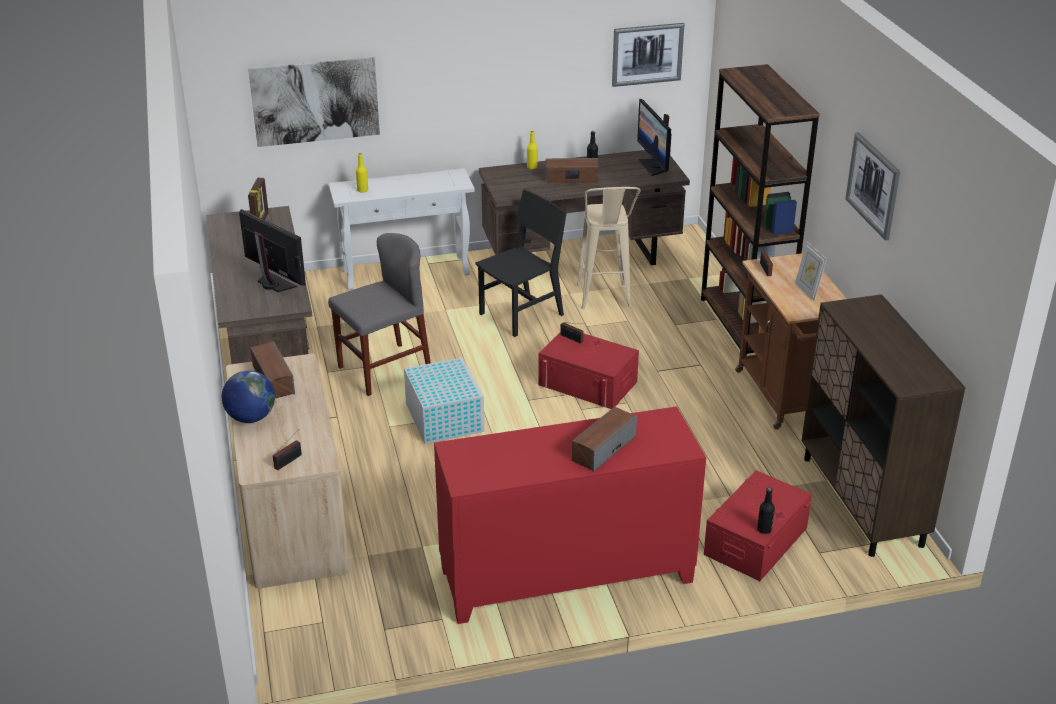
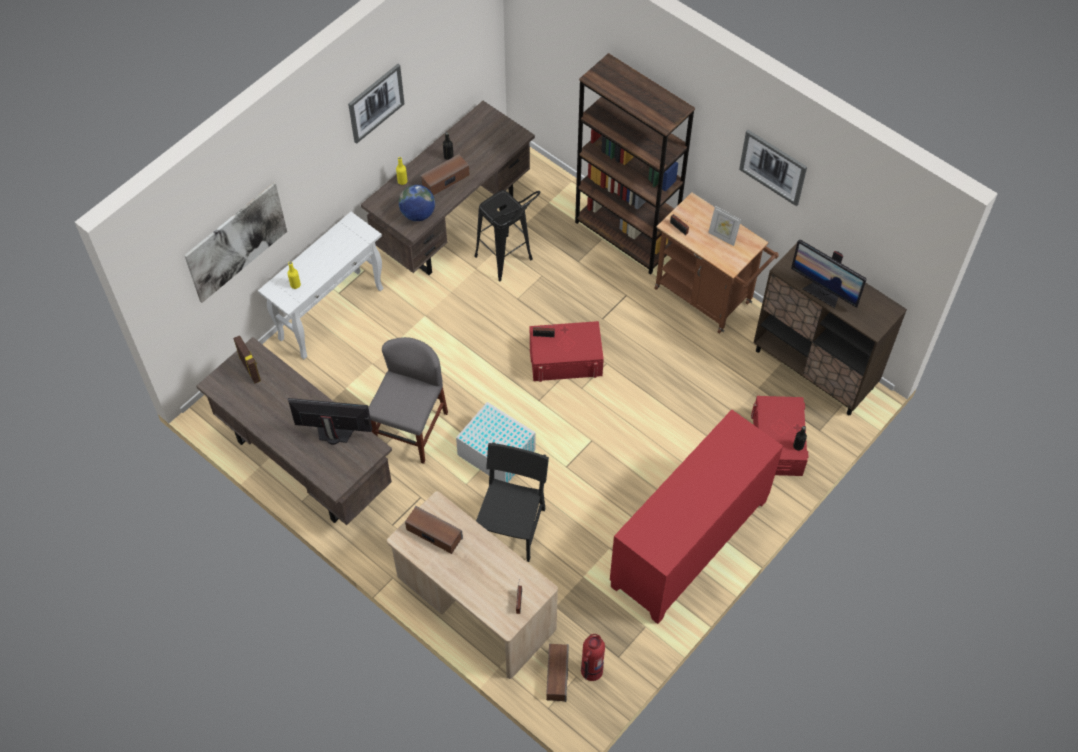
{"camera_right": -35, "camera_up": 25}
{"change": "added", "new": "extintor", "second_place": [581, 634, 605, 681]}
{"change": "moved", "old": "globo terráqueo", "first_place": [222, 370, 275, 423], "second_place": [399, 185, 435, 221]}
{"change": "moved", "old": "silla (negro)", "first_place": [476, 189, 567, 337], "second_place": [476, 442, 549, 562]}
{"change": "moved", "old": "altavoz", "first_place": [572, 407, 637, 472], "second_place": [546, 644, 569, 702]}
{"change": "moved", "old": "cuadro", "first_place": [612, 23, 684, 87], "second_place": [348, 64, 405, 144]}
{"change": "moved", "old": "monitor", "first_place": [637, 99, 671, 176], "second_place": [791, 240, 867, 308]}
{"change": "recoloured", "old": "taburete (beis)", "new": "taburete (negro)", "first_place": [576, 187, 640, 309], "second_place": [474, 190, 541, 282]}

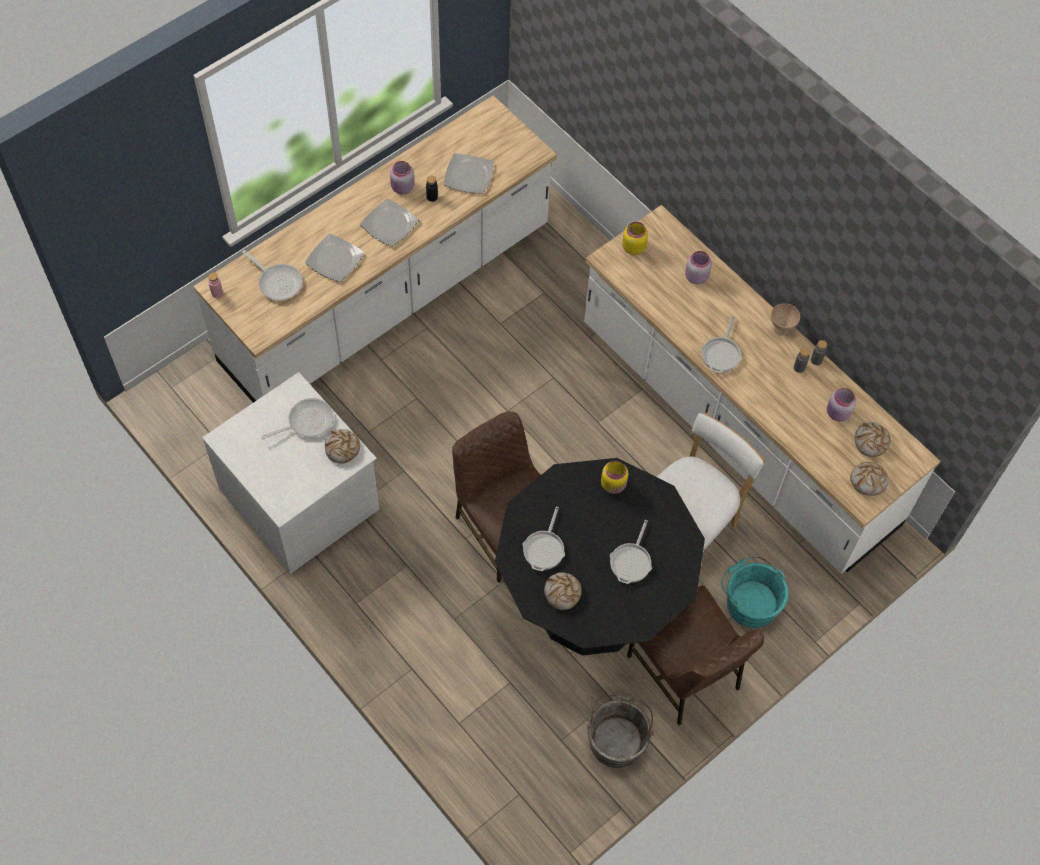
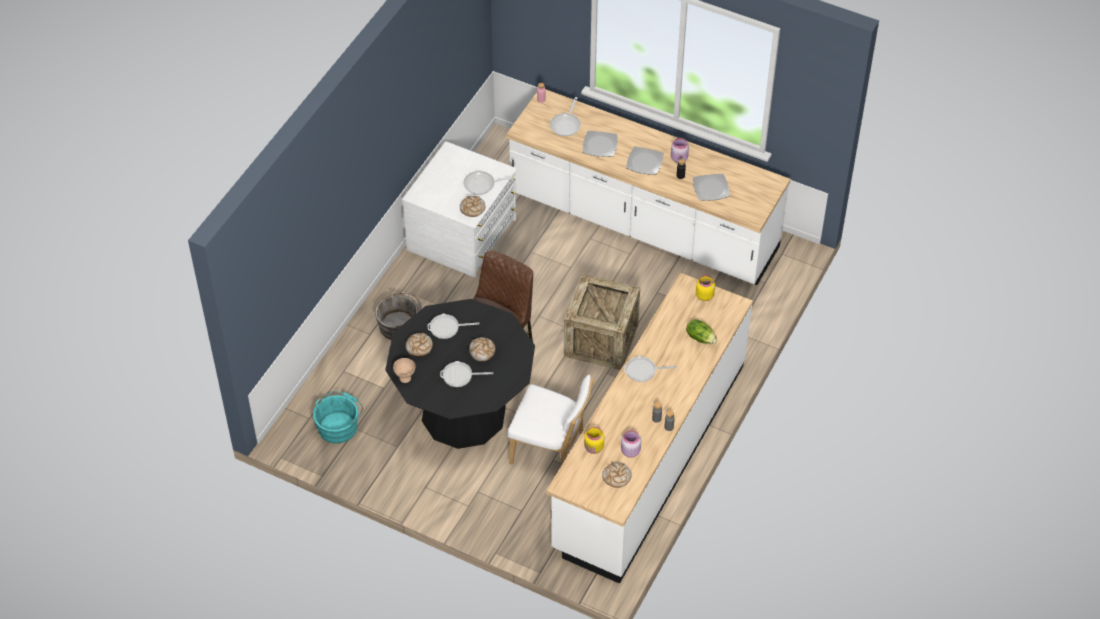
{"camera_right": 70, "camera_up": -10}
{"change": "removed", "old": "silla (marrón)", "first_place": [627, 585, 764, 726]}
{"change": "added", "new": "caja de embalaje", "second_place": [564, 274, 640, 370]}
{"change": "moved", "old": "cubo (gris)", "first_place": [587, 693, 654, 768], "second_place": [375, 292, 422, 340]}
{"change": "moved", "old": "tarro (amarillo)", "first_place": [601, 461, 628, 494], "second_place": [584, 427, 604, 454]}
{"change": "moved", "old": "cubo (turquesa)", "first_place": [721, 557, 789, 628], "second_place": [313, 391, 363, 444]}
{"change": "moved", "old": "cuenco (beis)", "first_place": [771, 303, 800, 335], "second_place": [393, 358, 415, 383]}
{"change": "moved", "old": "pan", "first_place": [850, 462, 889, 496], "second_place": [469, 337, 495, 361]}
{"change": "replaced", "old": "tarro (rosa)", "new": "lechuga", "first_place": [685, 251, 712, 284], "second_place": [686, 319, 717, 344]}
{"change": "turned", "old": "sartén", "first_place": [261, 398, 334, 439], "second_place": [463, 171, 516, 195], "degrees": 135}

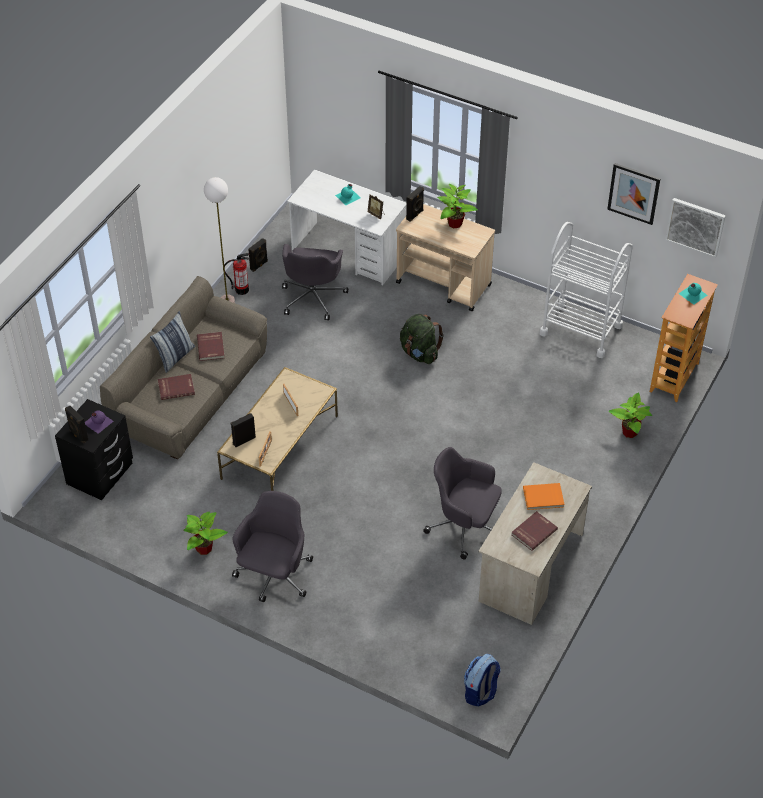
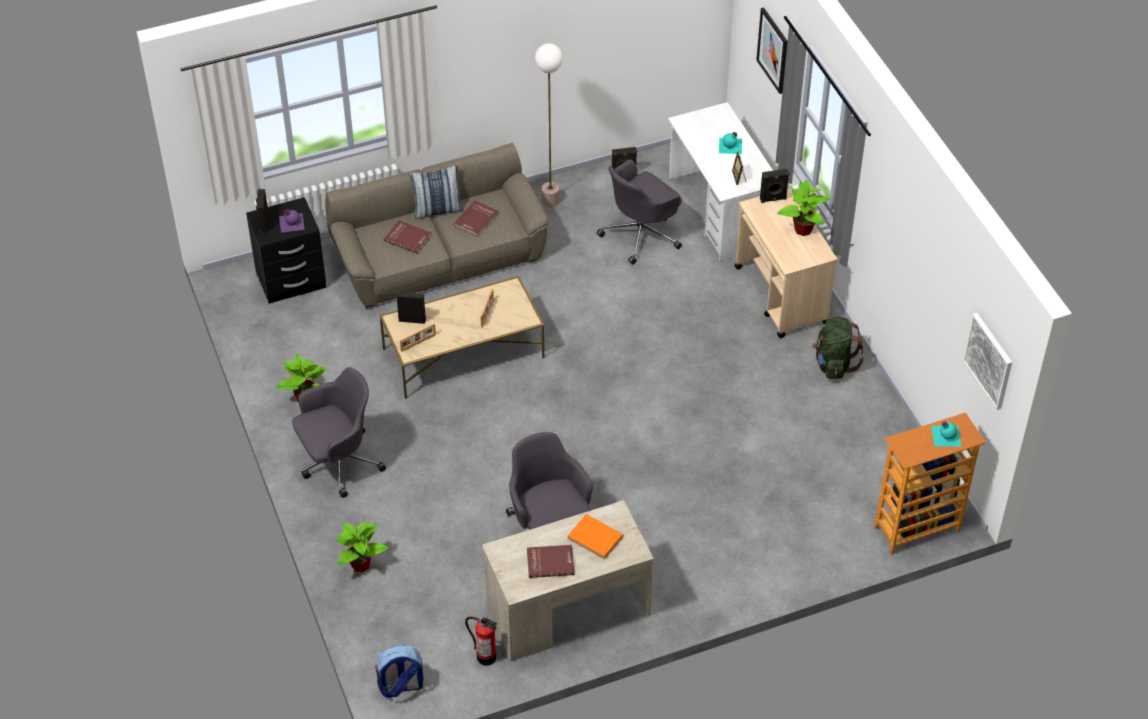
{"camera_right": 40, "camera_up": 0}
{"change": "removed", "old": "carrito (blanco)", "first_place": [540, 222, 633, 358]}
{"change": "moved", "old": "extintor", "first_place": [224, 253, 249, 295], "second_place": [465, 616, 498, 666]}
{"change": "moved", "old": "mochila (verde)", "first_place": [400, 314, 444, 364], "second_place": [812, 317, 864, 379]}
{"change": "moved", "old": "cuadro", "first_place": [607, 163, 661, 225], "second_place": [756, 7, 788, 94]}
{"change": "moved", "old": "planta en maceta", "first_place": [609, 393, 652, 438], "second_place": [336, 522, 389, 572]}

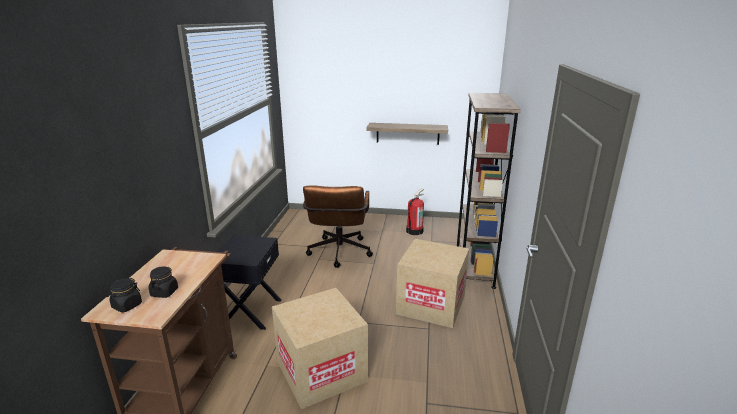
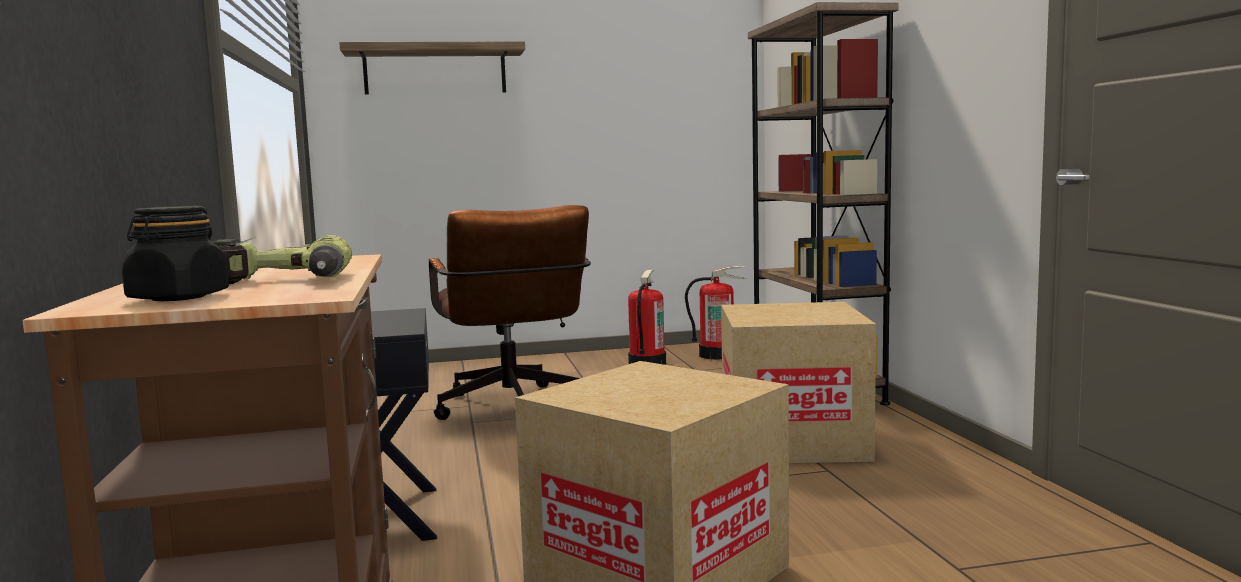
{"camera_right": -20, "camera_up": -15}
{"change": "added", "new": "extintor", "second_place": [685, 266, 749, 359]}
{"change": "moved", "old": "estante", "first_place": [366, 123, 448, 145], "second_place": [339, 42, 525, 95]}
{"change": "replaced", "old": "tarro (negro)", "new": "taladro", "first_place": [149, 266, 178, 298], "second_place": [213, 235, 352, 284]}

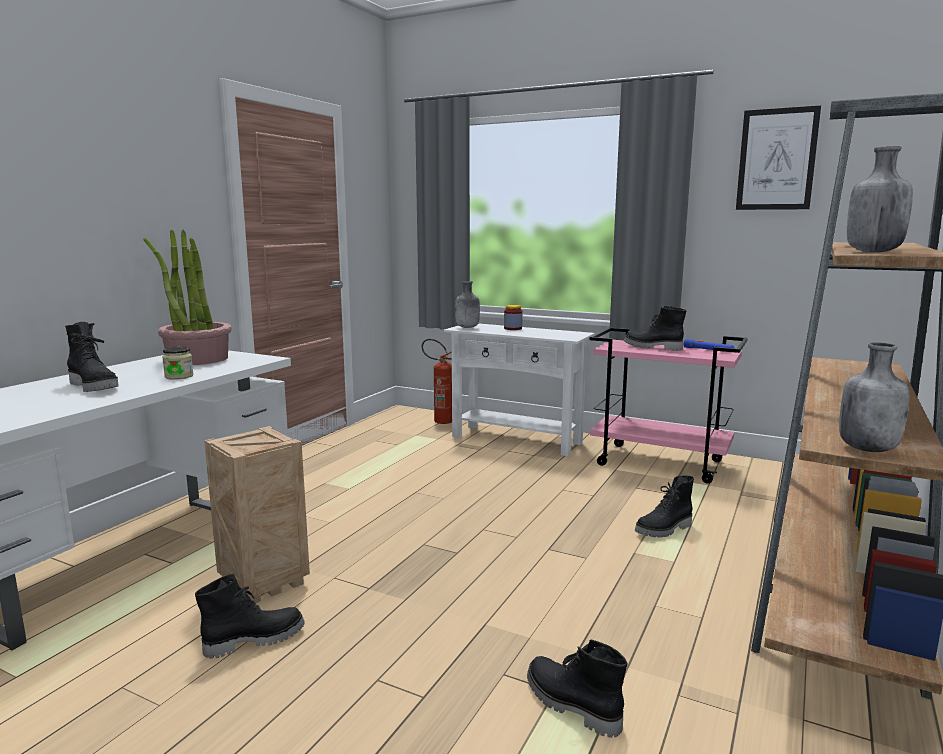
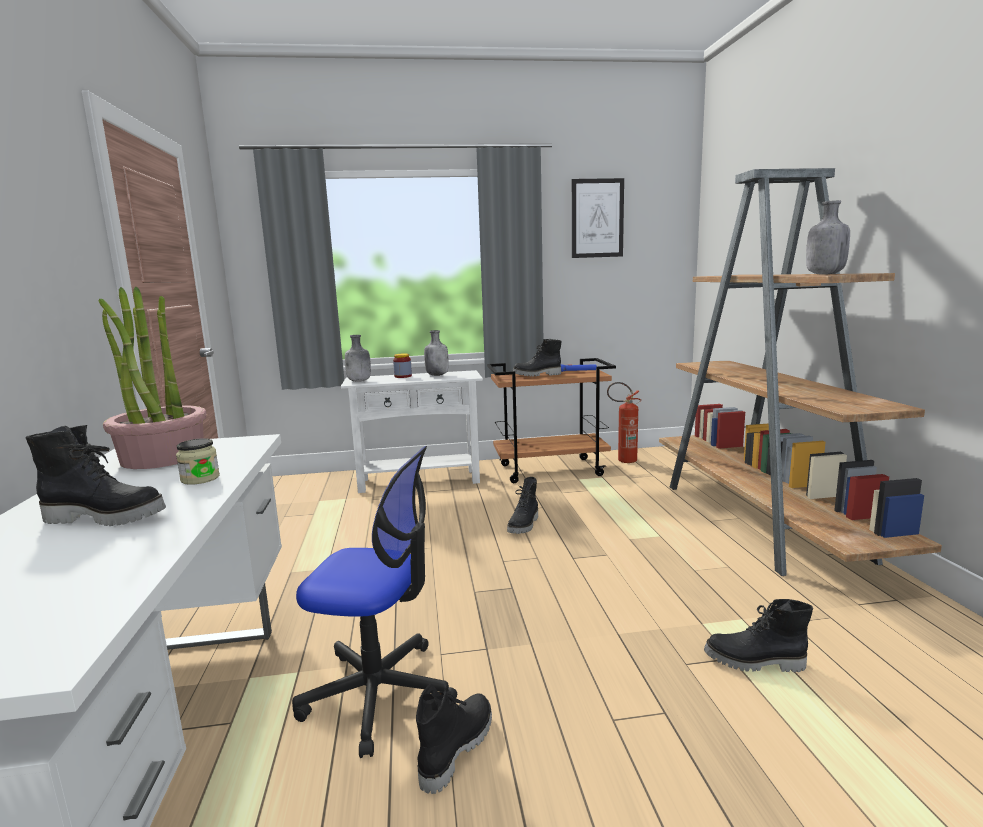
{"camera_right": -35, "camera_up": 0}
{"change": "moved", "old": "extintor", "first_place": [422, 339, 452, 424], "second_place": [607, 382, 641, 463]}
{"change": "moved", "old": "bota (negro)", "first_place": [635, 475, 694, 538], "second_place": [507, 477, 538, 534]}
{"change": "moved", "old": "botella (gris)", "first_place": [839, 342, 910, 452], "second_place": [424, 330, 449, 376]}
{"change": "replaced", "old": "caja de embalaje", "new": "silla de oficina", "first_place": [204, 426, 310, 603], "second_place": [292, 446, 457, 758]}
{"change": "recoloured", "old": "carrito (rosa)", "new": "carrito (marrón)", "first_place": [589, 328, 748, 484], "second_place": [487, 358, 616, 483]}

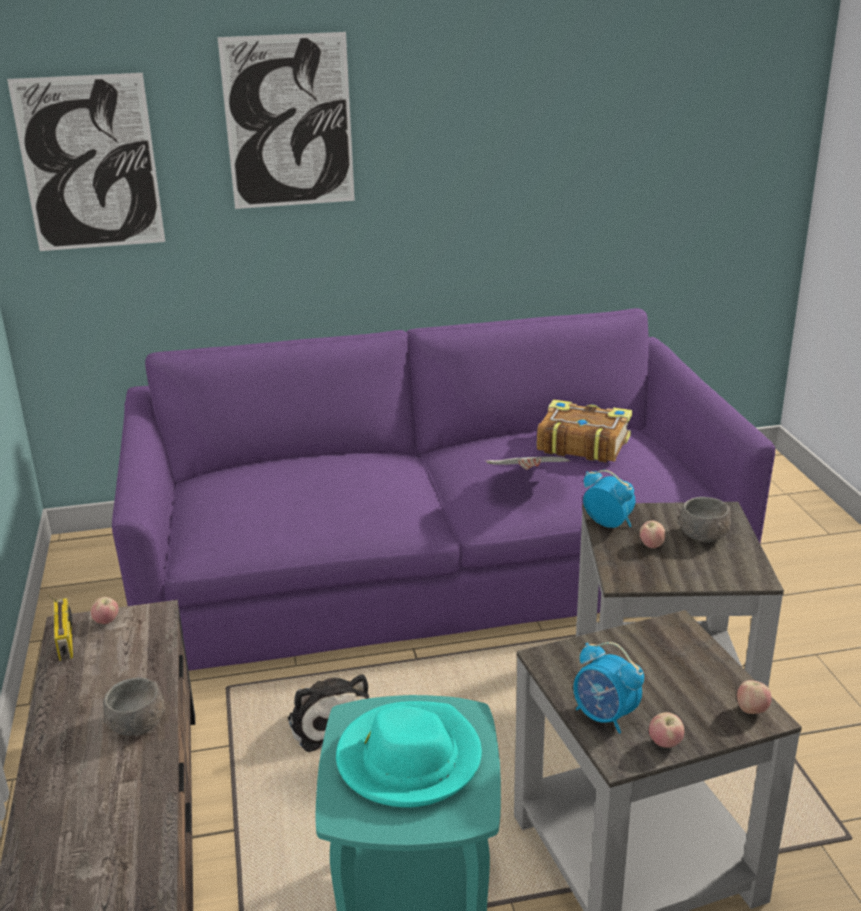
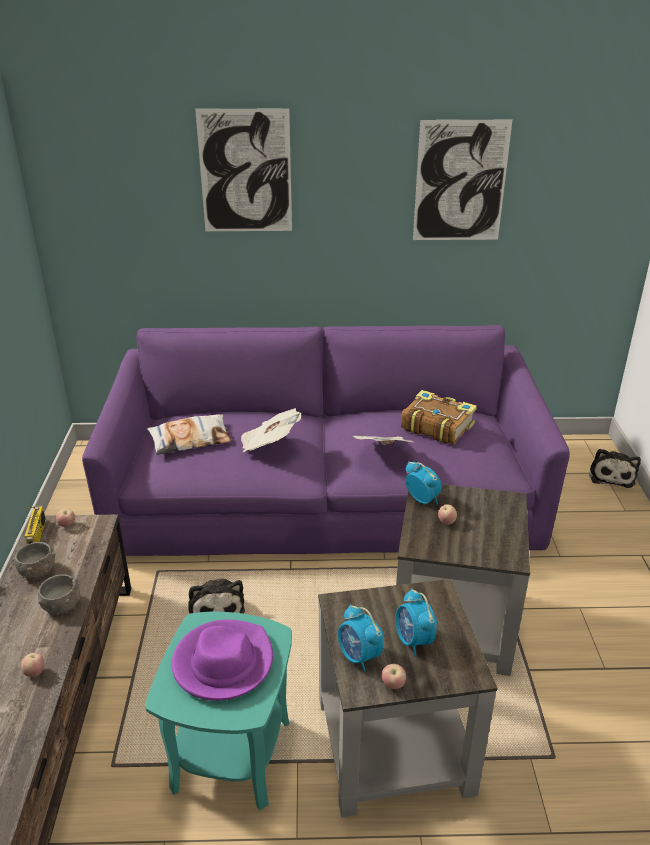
{"camera_right": 10, "camera_up": 5}
{"change": "added", "new": "cojín", "second_place": [147, 414, 232, 455]}
{"change": "added", "new": "periódico", "second_place": [241, 408, 301, 452]}
{"change": "added", "new": "despertador", "second_place": [395, 588, 437, 655]}
{"change": "added", "new": "peluche", "second_place": [589, 449, 641, 488]}
{"change": "moved", "old": "cuadro", "first_place": [7, 73, 165, 251], "second_place": [413, 120, 512, 240]}
{"change": "moved", "old": "cuenco (gris)", "first_place": [678, 497, 731, 542], "second_place": [13, 542, 55, 579]}
{"change": "moved", "old": "manzana", "first_place": [737, 680, 772, 714], "second_place": [21, 653, 45, 677]}
{"change": "recoloured", "old": "sombrero (turquesa)", "new": "sombrero (morado)", "first_place": [336, 701, 482, 807], "second_place": [172, 619, 273, 701]}

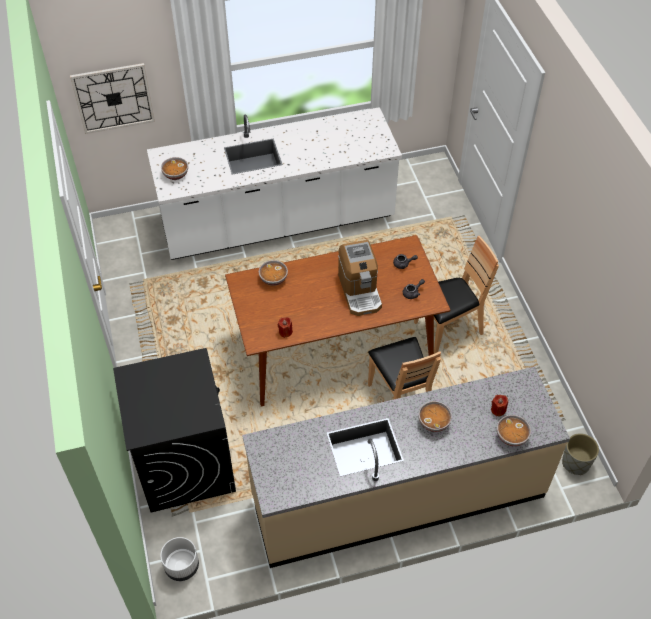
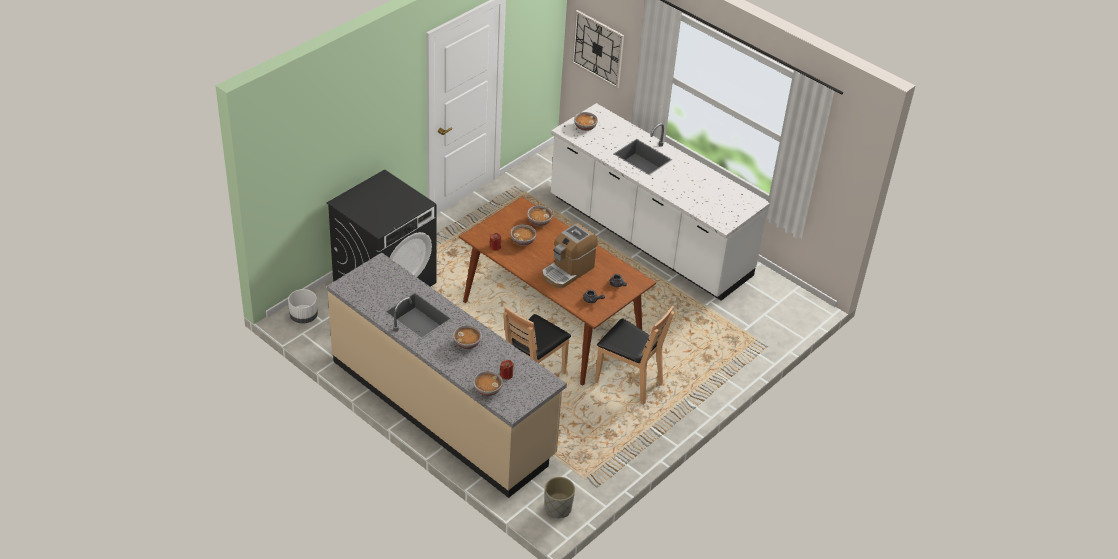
{"camera_right": 55, "camera_up": -10}
{"change": "added", "new": "cuenco", "second_place": [510, 225, 536, 246]}

